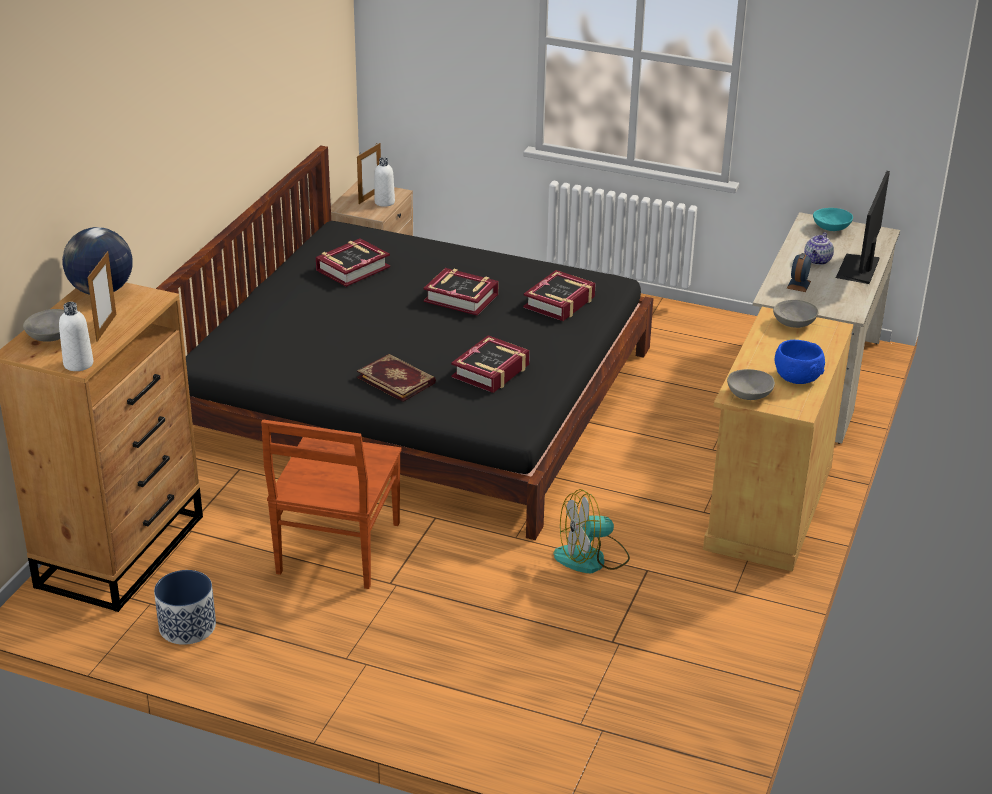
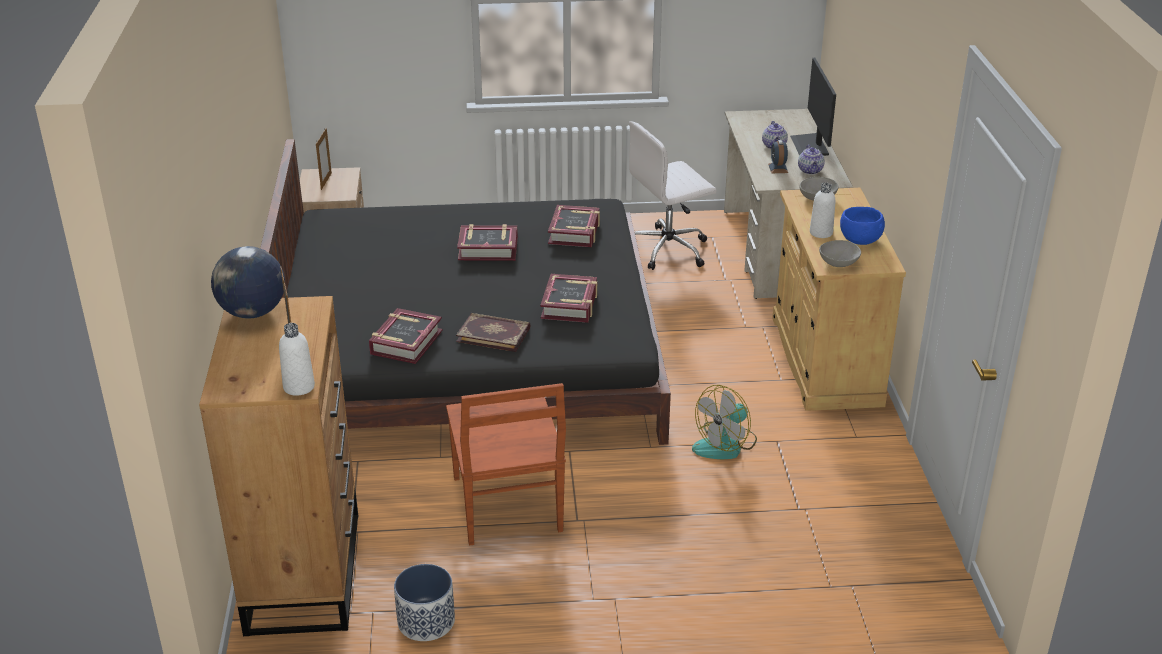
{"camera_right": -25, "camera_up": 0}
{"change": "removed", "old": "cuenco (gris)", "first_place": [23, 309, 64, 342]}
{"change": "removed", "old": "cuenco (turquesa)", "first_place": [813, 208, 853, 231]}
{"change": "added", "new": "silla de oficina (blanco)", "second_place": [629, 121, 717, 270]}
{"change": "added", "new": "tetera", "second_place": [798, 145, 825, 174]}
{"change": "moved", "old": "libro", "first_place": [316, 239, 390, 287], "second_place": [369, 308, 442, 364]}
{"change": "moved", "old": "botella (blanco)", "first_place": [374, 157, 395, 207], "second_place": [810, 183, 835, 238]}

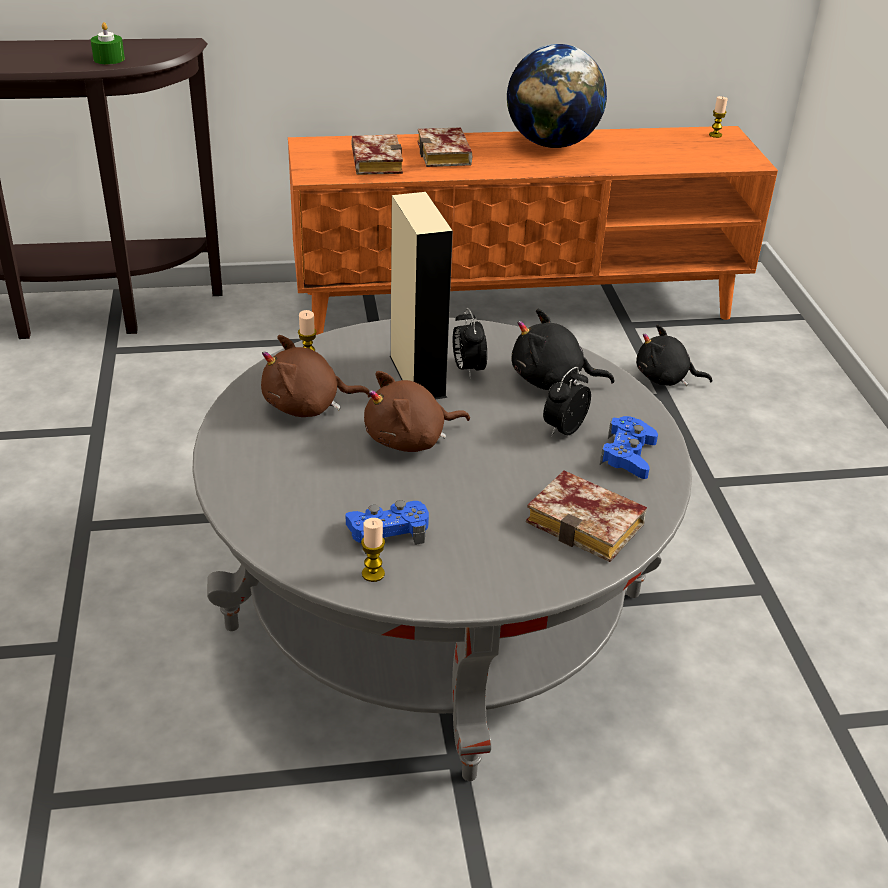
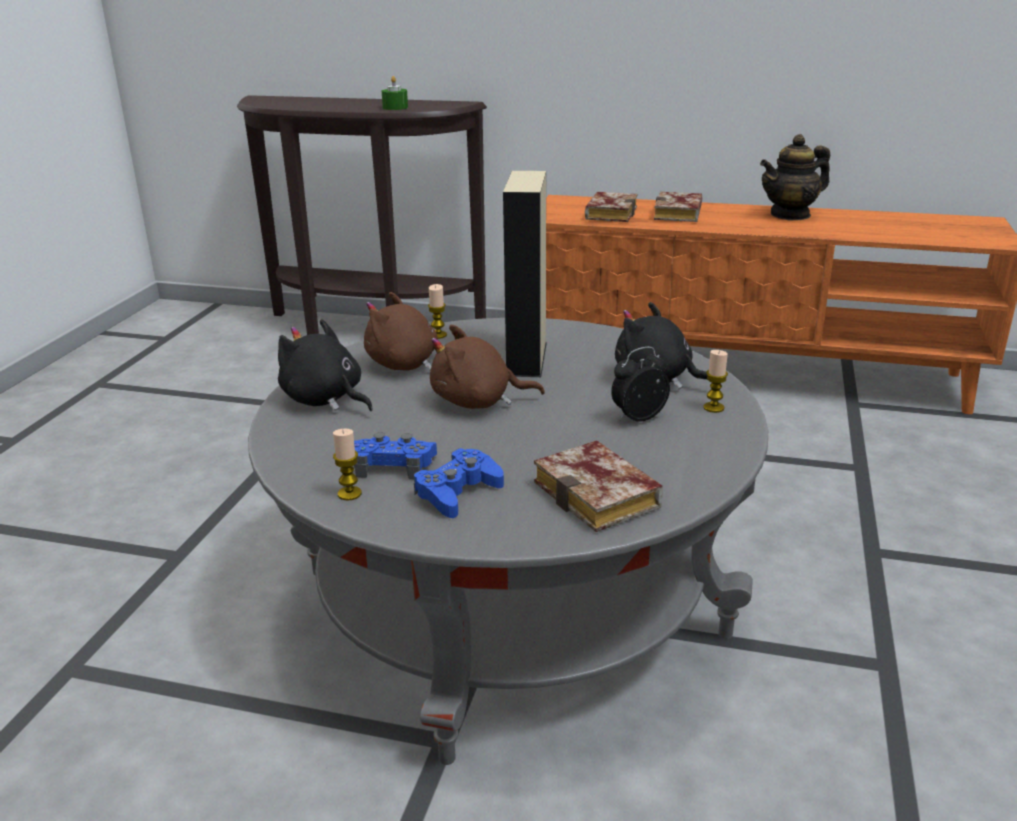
{"camera_right": 25, "camera_up": -10}
{"change": "removed", "old": "despertador", "first_place": [453, 308, 487, 379]}
{"change": "moved", "old": "mando de consola (azul)", "first_place": [600, 416, 658, 479], "second_place": [414, 448, 504, 518]}
{"change": "moved", "old": "peluche (negro)", "first_place": [636, 325, 712, 386], "second_place": [278, 319, 373, 411]}
{"change": "moved", "old": "vela", "first_place": [709, 96, 728, 138], "second_place": [703, 350, 728, 413]}
{"change": "replaced", "old": "globo terráqueo", "new": "tetera", "first_place": [507, 44, 607, 148], "second_place": [760, 134, 830, 220]}

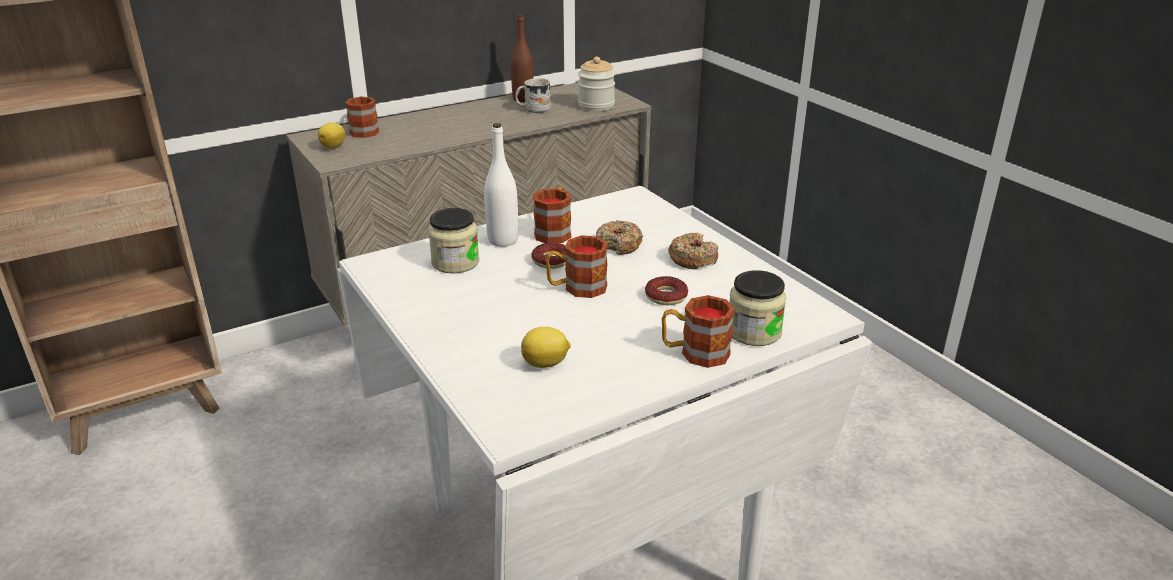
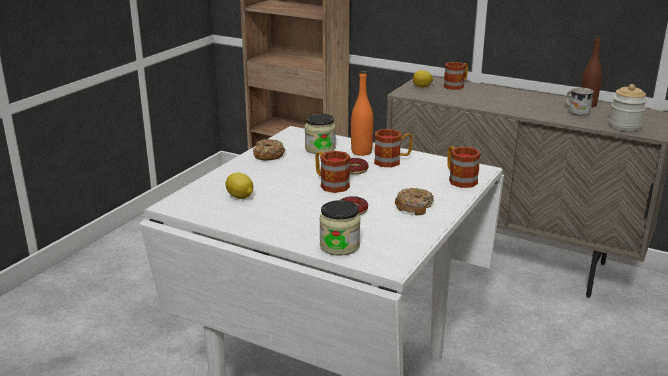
{"camera_right": 60, "camera_up": -5}
{"change": "moved", "old": "rosquilla", "first_place": [596, 220, 643, 255], "second_place": [253, 139, 285, 160]}
{"change": "moved", "old": "taza grande", "first_place": [662, 295, 735, 368], "second_place": [447, 146, 481, 188]}
{"change": "recoloured", "old": "botella (blanco)", "new": "botella (naranja)", "first_place": [484, 123, 518, 247], "second_place": [351, 71, 373, 156]}

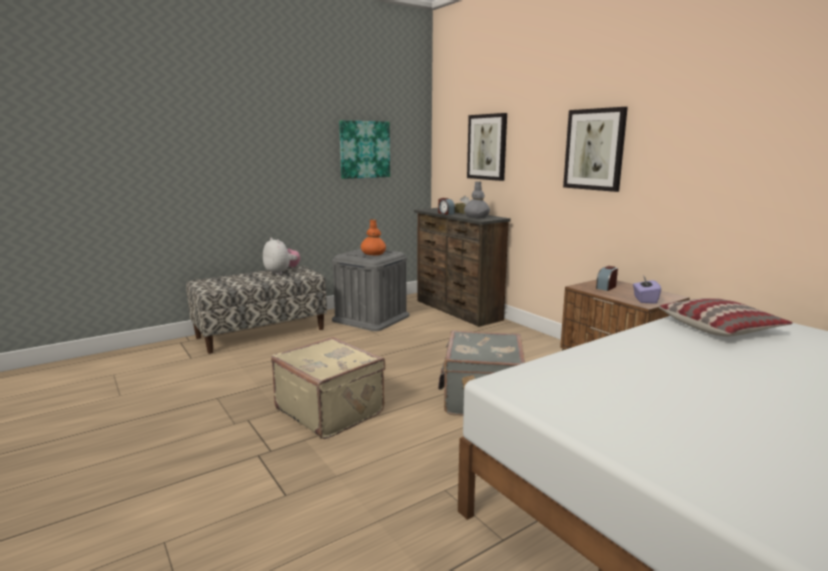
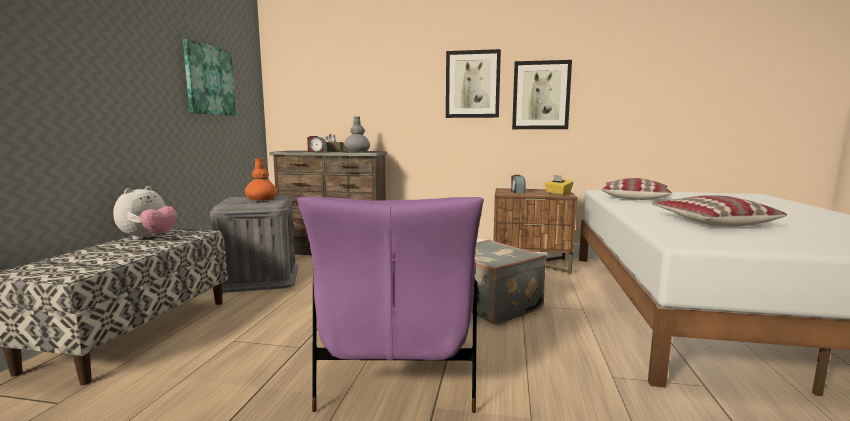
{"camera_right": -45, "camera_up": -5}
{"change": "added", "new": "cojín", "second_place": [652, 195, 787, 227]}
{"change": "moved", "old": "cuadro", "first_place": [467, 113, 507, 181], "second_place": [512, 60, 572, 129]}
{"change": "replaced", "old": "maleta (beis)", "new": "sillón (morado)", "first_place": [271, 337, 385, 439], "second_place": [297, 197, 484, 413]}
{"change": "recoloured", "old": "caja de pañuelos (morado)", "new": "caja de pañuelos (amarillo)", "first_place": [633, 275, 661, 304], "second_place": [545, 175, 573, 195]}
{"change": "turned", "old": "peluche", "first_place": [263, 237, 300, 275], "second_place": [113, 186, 177, 240], "degrees": 105}

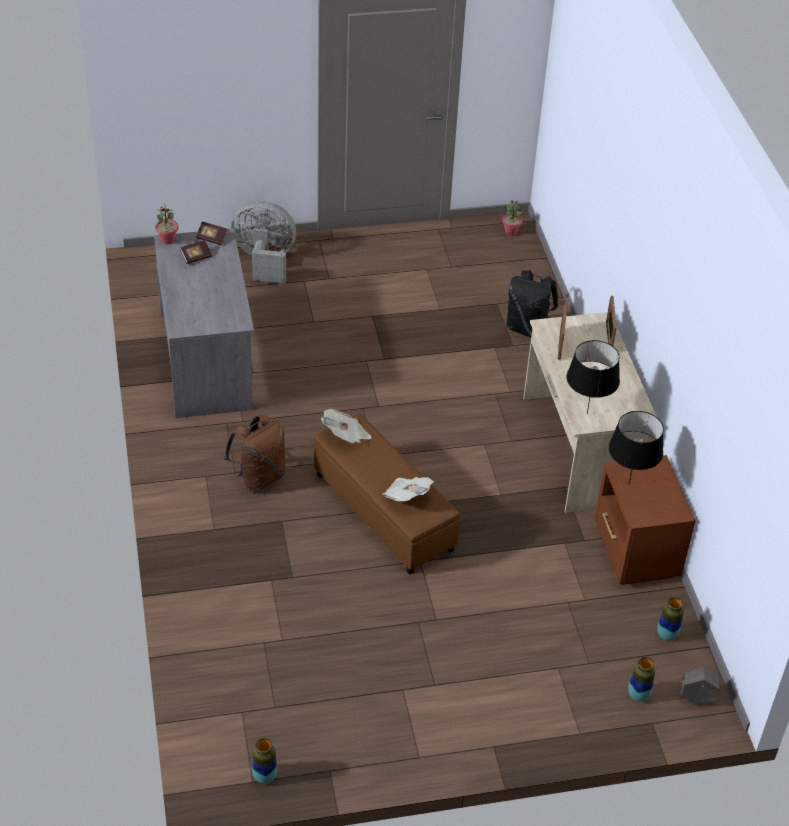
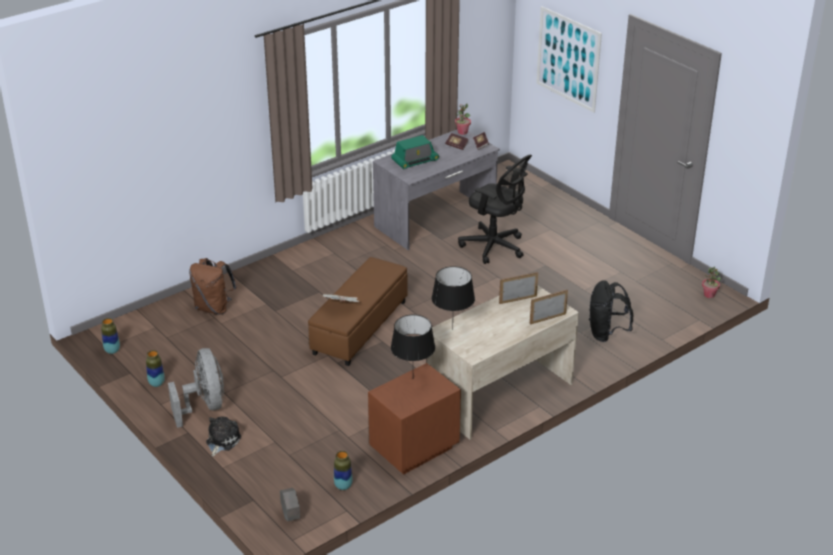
{"camera_right": 65, "camera_up": -10}
{"change": "removed", "old": "periódico", "first_place": [321, 409, 371, 444]}
{"change": "added", "new": "peluche", "second_place": [206, 416, 241, 457]}
{"change": "added", "new": "radio", "second_place": [391, 135, 439, 169]}
{"change": "added", "new": "silla de oficina (negro)", "second_place": [458, 154, 532, 264]}
{"change": "added", "new": "cuadro", "second_place": [536, 6, 602, 113]}
{"change": "moved", "old": "mochila (marrón)", "first_place": [224, 414, 286, 492], "second_place": [189, 258, 237, 315]}
{"change": "moved", "old": "ventilador (gris)", "first_place": [231, 201, 296, 284], "second_place": [168, 348, 224, 428]}
{"change": "moved", "old": "florero", "first_place": [628, 657, 655, 701], "second_place": [146, 350, 165, 387]}

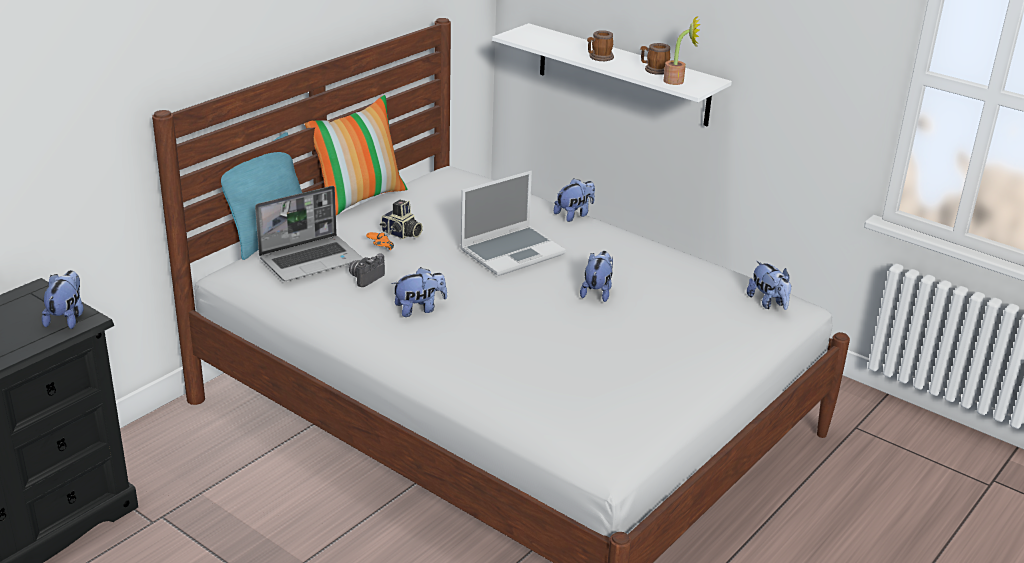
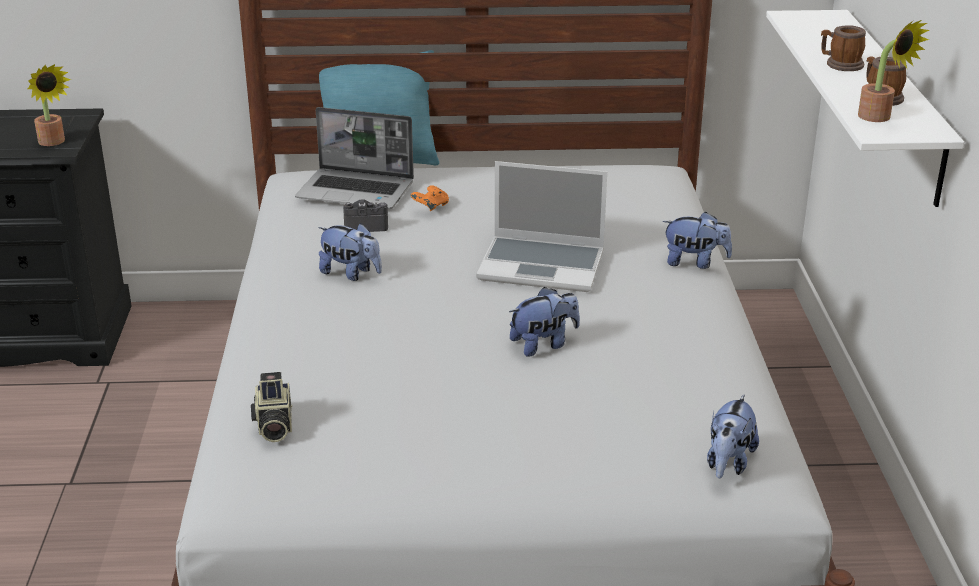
{"camera_right": 50, "camera_up": 0}
{"change": "removed", "old": "cojín", "first_place": [304, 95, 407, 215]}
{"change": "moved", "old": "cámara", "first_place": [380, 200, 423, 239], "second_place": [251, 372, 292, 442]}
{"change": "replaced", "old": "peluche", "new": "planta en maceta", "first_place": [42, 270, 84, 329], "second_place": [28, 64, 71, 146]}

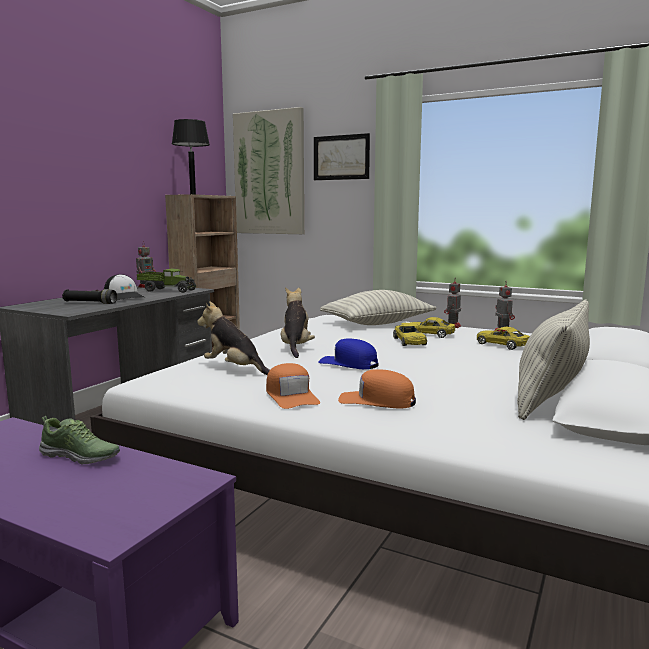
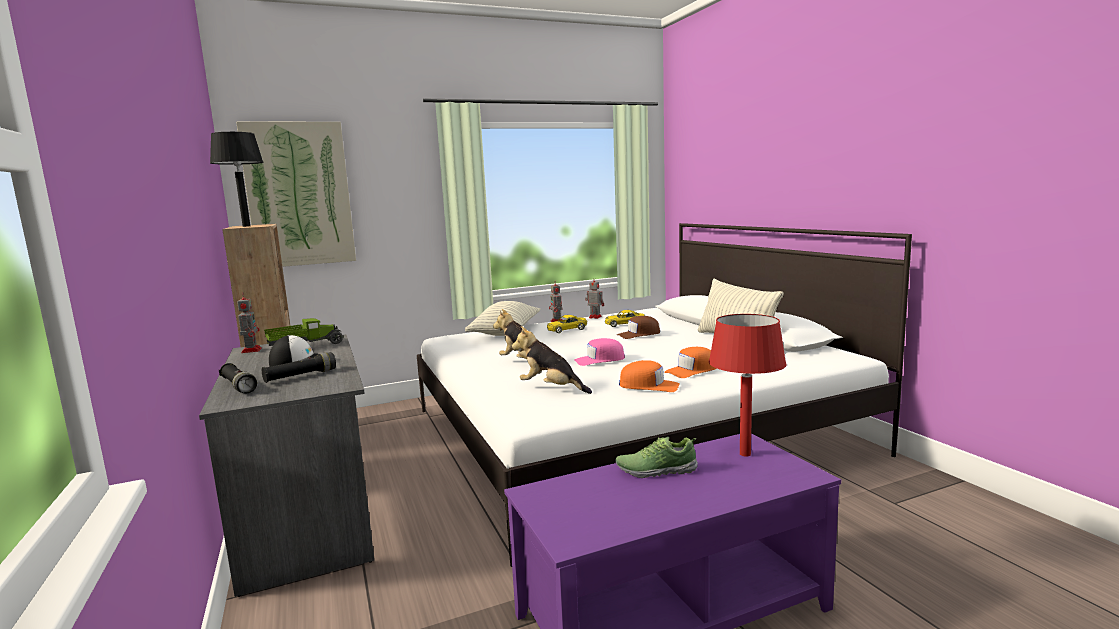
{"camera_right": -50, "camera_up": 0}
{"change": "removed", "old": "cuadro", "first_place": [314, 133, 370, 180]}
{"change": "removed", "old": "coche de juguete (amarillo)", "first_place": [393, 323, 427, 346]}
{"change": "added", "new": "linterna (negro)", "second_place": [219, 363, 257, 394]}
{"change": "added", "new": "gorra (marrón)", "second_place": [617, 316, 660, 339]}
{"change": "added", "new": "lámpara de mesa (rojo)", "second_place": [709, 314, 787, 456]}
{"change": "recoloured", "old": "gorra (azul)", "new": "gorra (rosa)", "first_place": [318, 338, 379, 369], "second_place": [574, 338, 625, 366]}
{"change": "turned", "old": "zapato", "first_place": [39, 416, 120, 464], "second_place": [616, 437, 698, 478], "degrees": -150}
{"change": "turned", "old": "peluche", "first_place": [197, 301, 270, 375], "second_place": [512, 326, 592, 394], "degrees": 45}

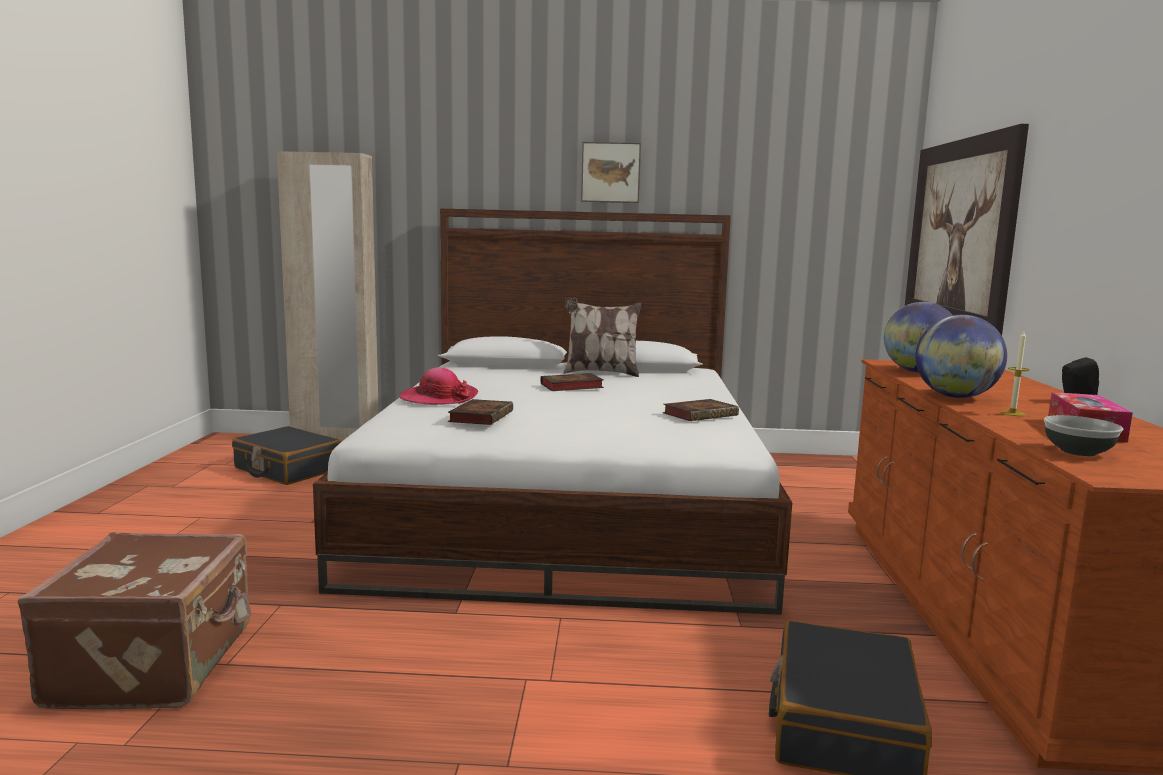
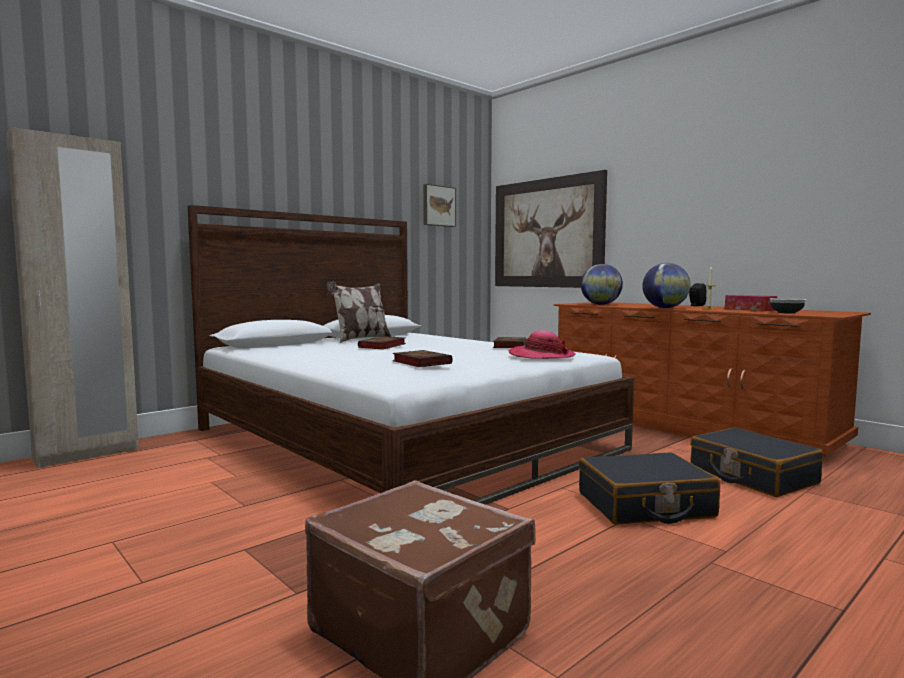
{"camera_right": -45, "camera_up": -5}
{"change": "moved", "old": "maleta (negro)", "first_place": [232, 426, 341, 485], "second_place": [579, 452, 720, 525]}
{"change": "moved", "old": "sombrero", "first_place": [399, 367, 478, 404], "second_place": [509, 330, 575, 359]}
{"change": "moved", "old": "cuadro", "first_place": [581, 142, 641, 203], "second_place": [423, 184, 456, 227]}

